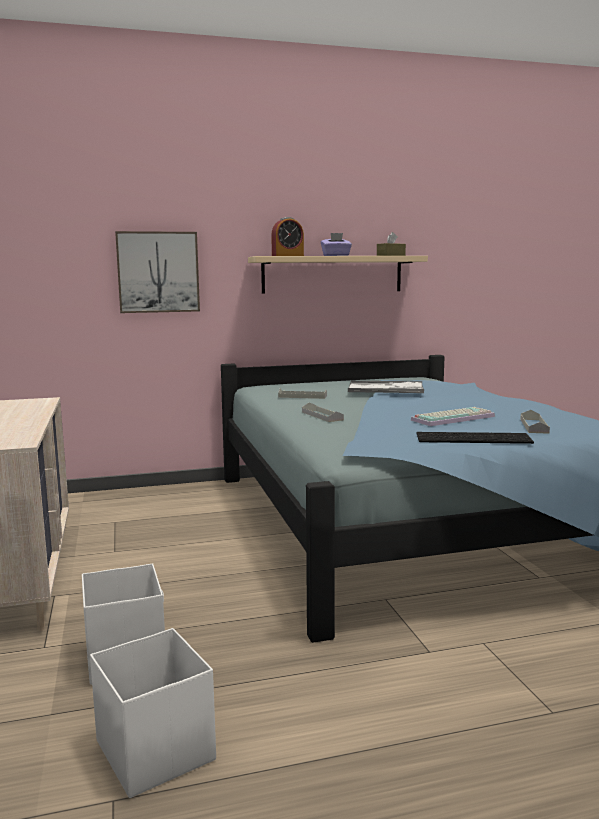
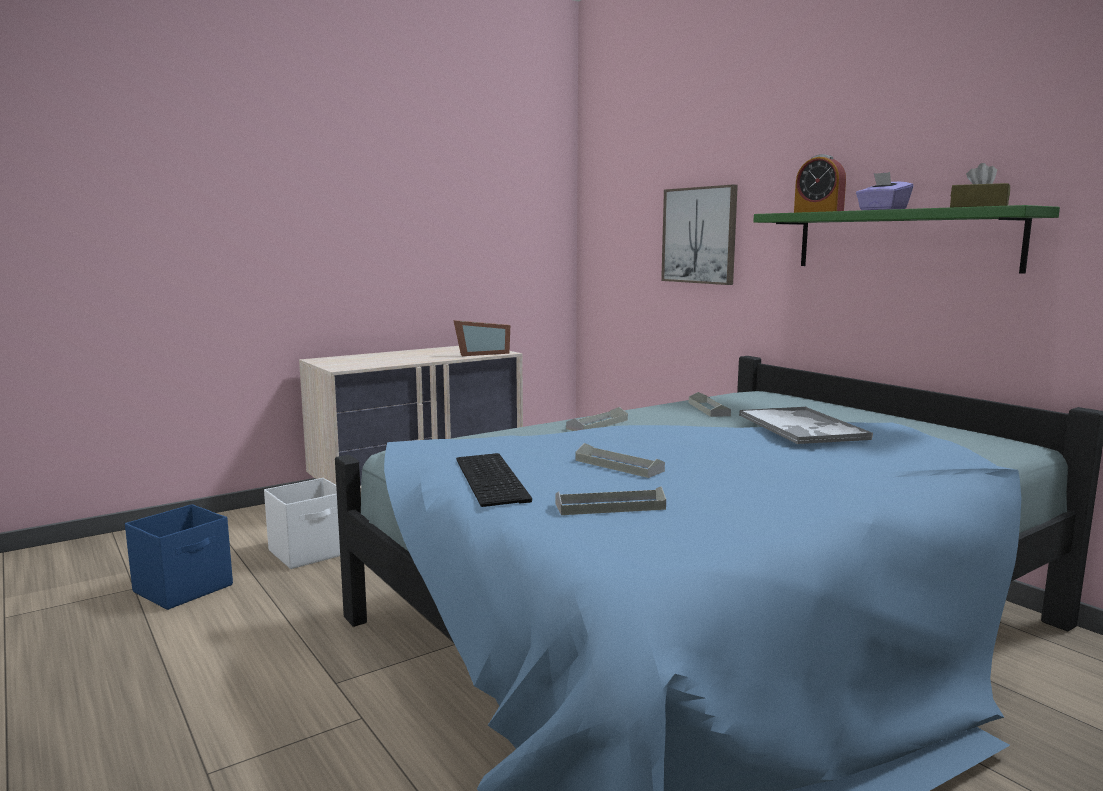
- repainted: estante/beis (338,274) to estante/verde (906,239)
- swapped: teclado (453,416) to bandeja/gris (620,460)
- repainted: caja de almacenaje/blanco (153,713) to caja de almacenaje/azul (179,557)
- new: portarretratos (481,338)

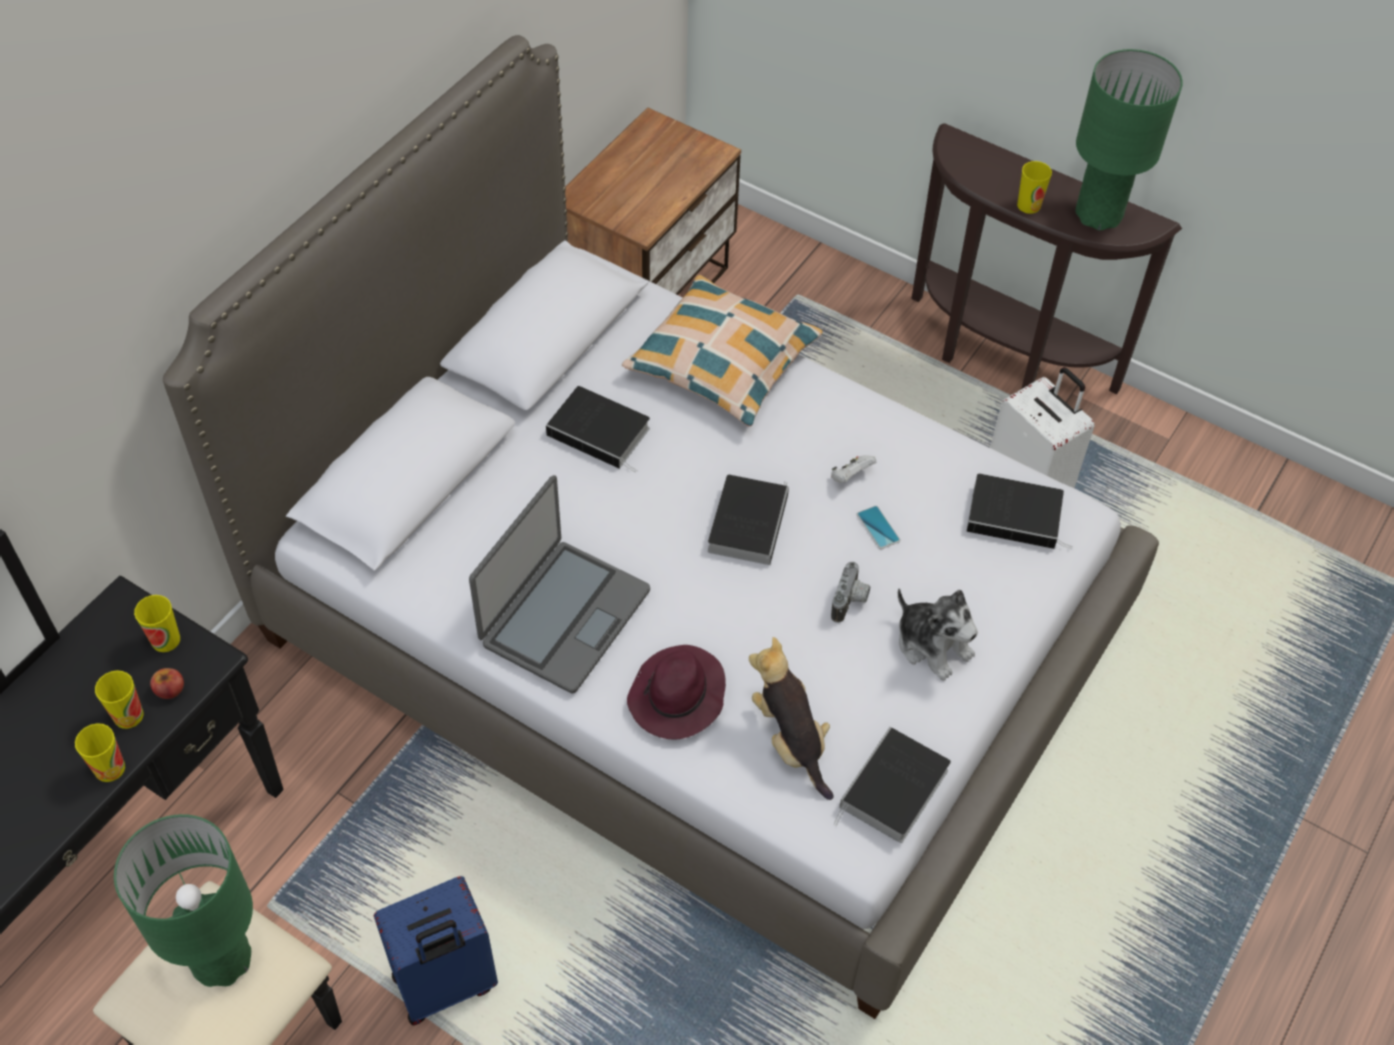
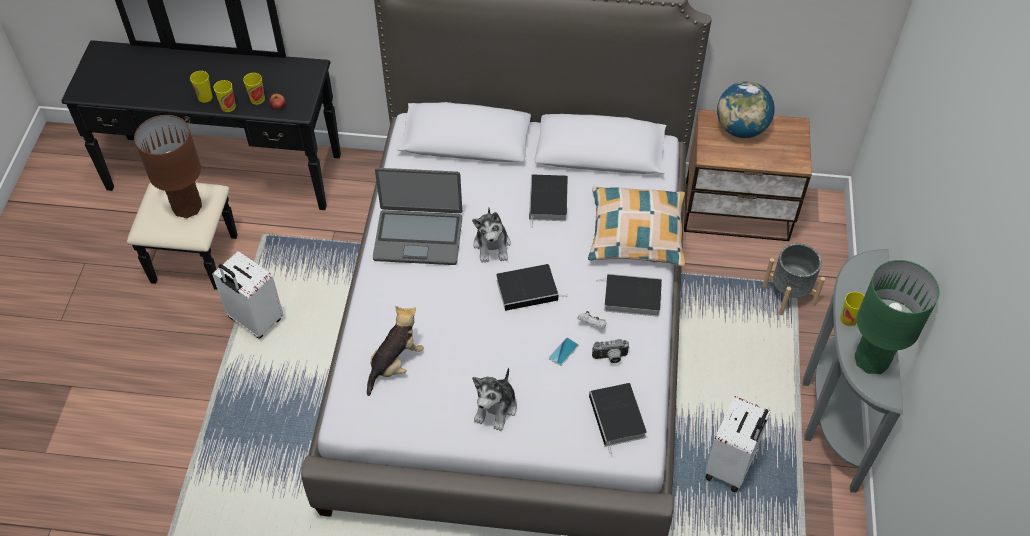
- repainted: mesa consola/marrón (1046,258) to mesa consola/gris (853,371)
- shifted: cámara (850,592) to (611,351)
- shifted: taza (157,623) to (201,87)
- gone: sombrero/morado (676,692)
- shifted: libro (892,785) to (629,295)
- repainted: lámpara de mesa/verde (183,900) to lámpara de mesa/marrón (168,166)
- repainted: maleta/azul (436,950) to maleta/blanco (248,295)
- new: globo terráqueo (746,109)
- new: peluche (491,235)
- new: maceta/gris (794,279)

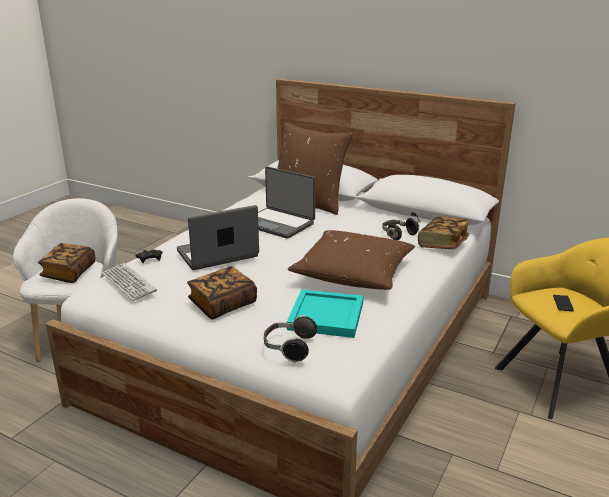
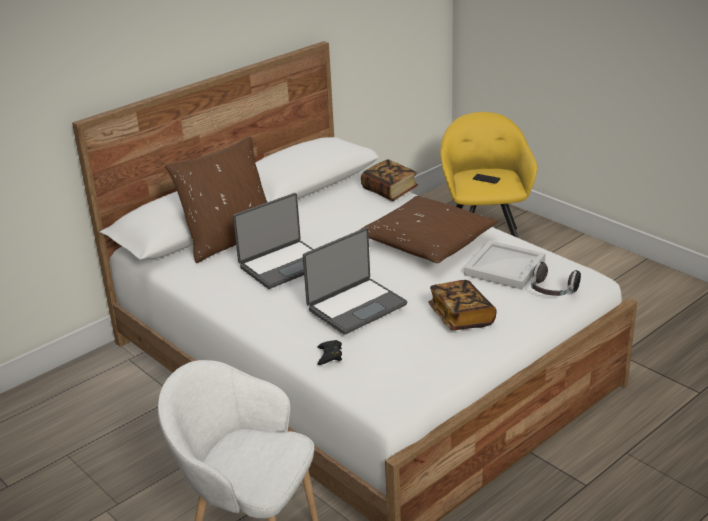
- rotated: portátil (218,237) = (355,281) 120 degrees counterclockwise
- gone: auriculares/negro (401,226)
- gone: libro (66,263)
- gone: teclado (129,282)
- repainted: bandeja/turquesa (325,313) to bandeja/blanco (505,265)

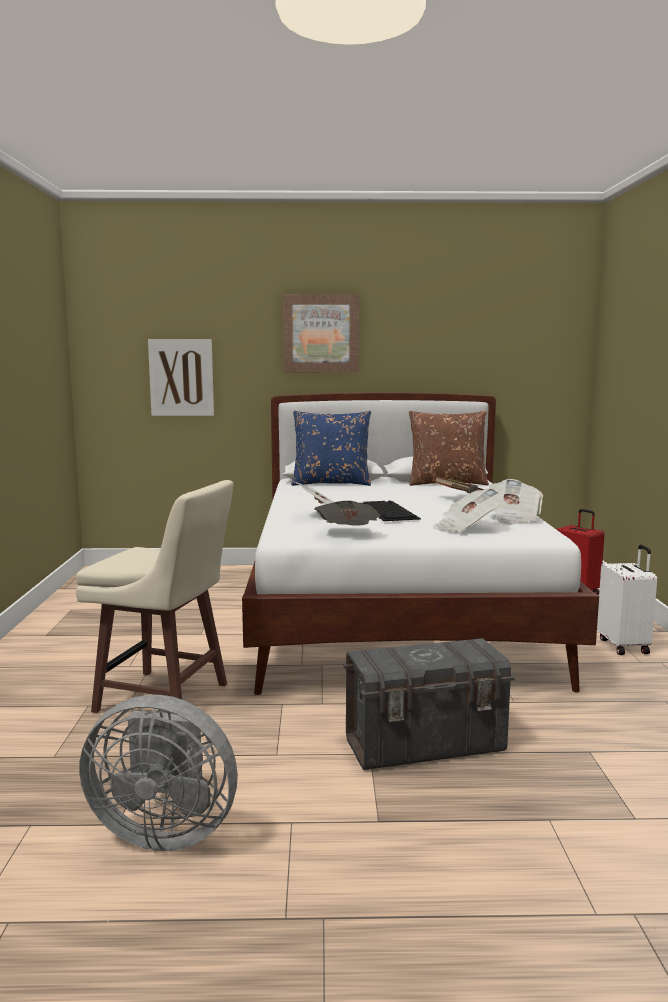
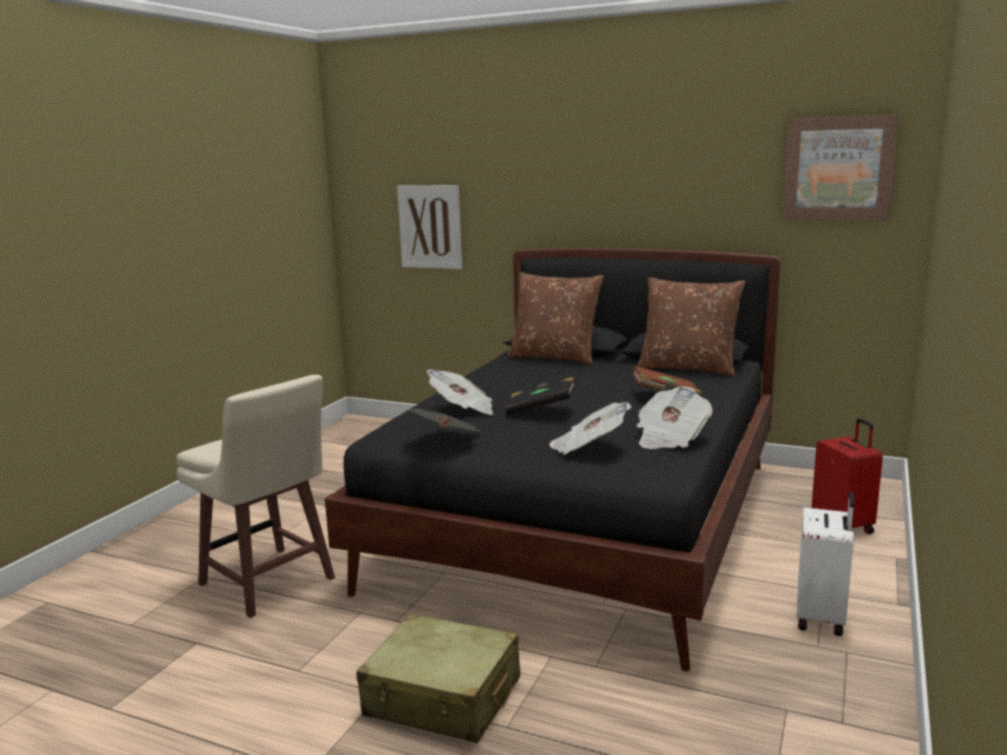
- shifted: cuadro (321,333) to (840,167)
- repainted: cama/blanco (420,543) to cama/negro (553,459)
- repainted: cojín/azul (331,448) to cojín/marrón (555,318)
- swapped: teclado (392,511) to libro/negro (540,396)
- swapped: caja de almacenaje/gris (428,704) to maleta/beis (438,678)
- gone: ventilador/gris (158,773)

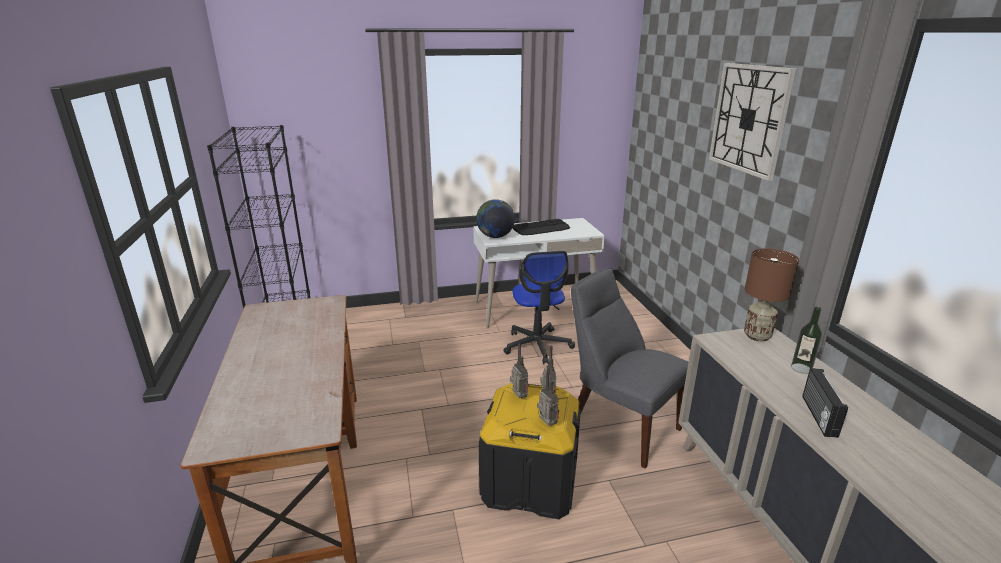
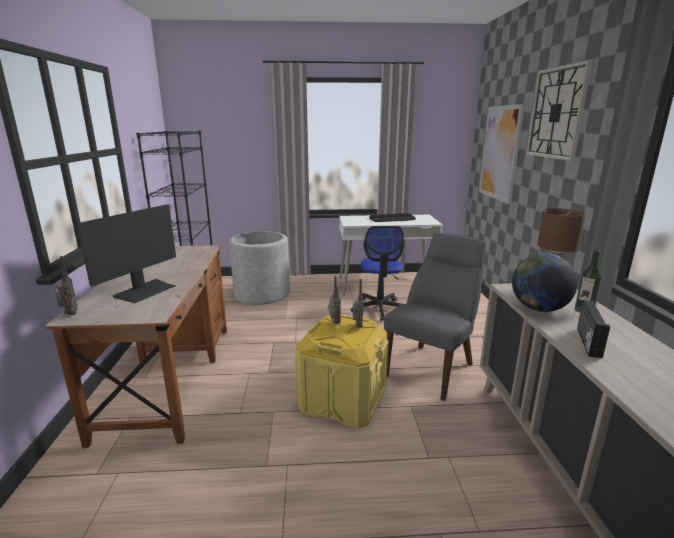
- shifted: globo terráqueo (495,218) to (545,282)
- rotated: silla/gris (629,368) = (435,317) 75 degrees clockwise
- shifted: radio (548,396) to (66,285)
- repainted: caja de almacenaje/negro (529,451) to caja de almacenaje/amarillo (341,371)
- new: cuadro (502,154)
- new: monitor (126,254)
- new: maceta/gris (259,268)

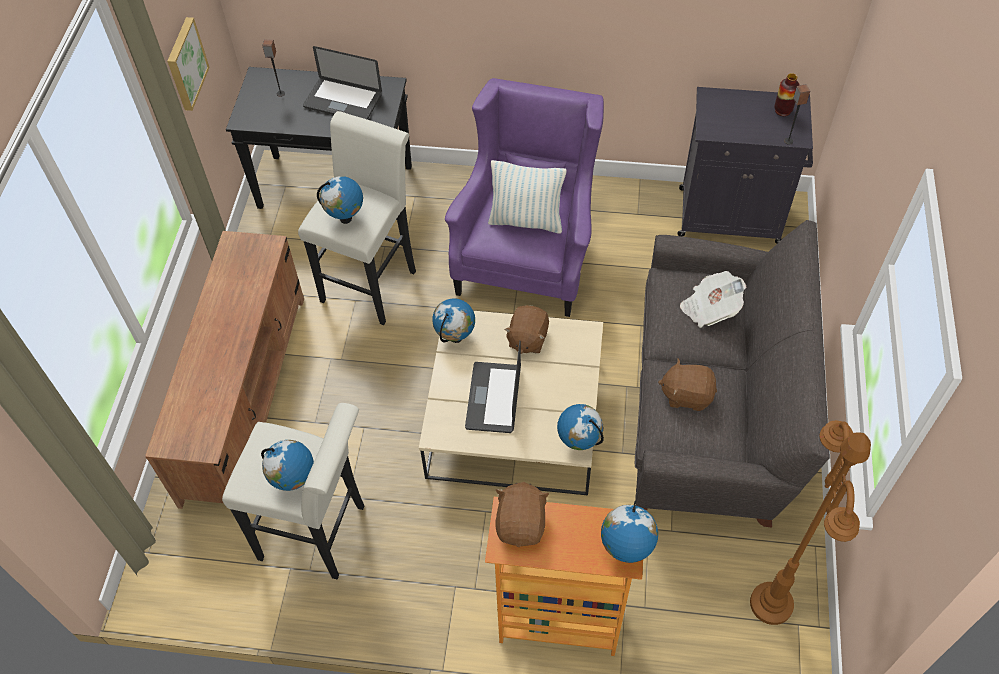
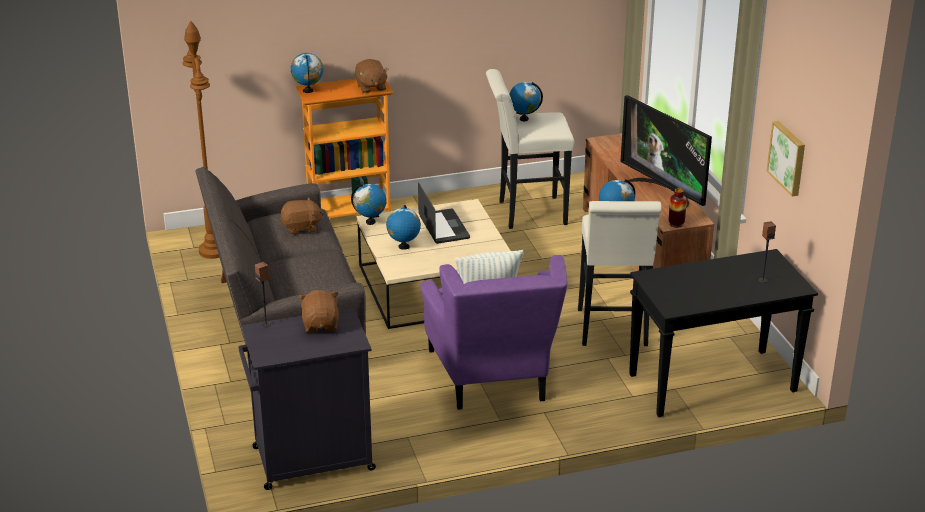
- gone: portátil (342,83)
- shifted: florero (787,94) to (678,208)
- gone: periódico (713,299)
- shifted: globo terráqueo (453,320) to (403,227)
- shifted: peluche/marrón (526,329) to (319,311)
- new: televisor (666,151)

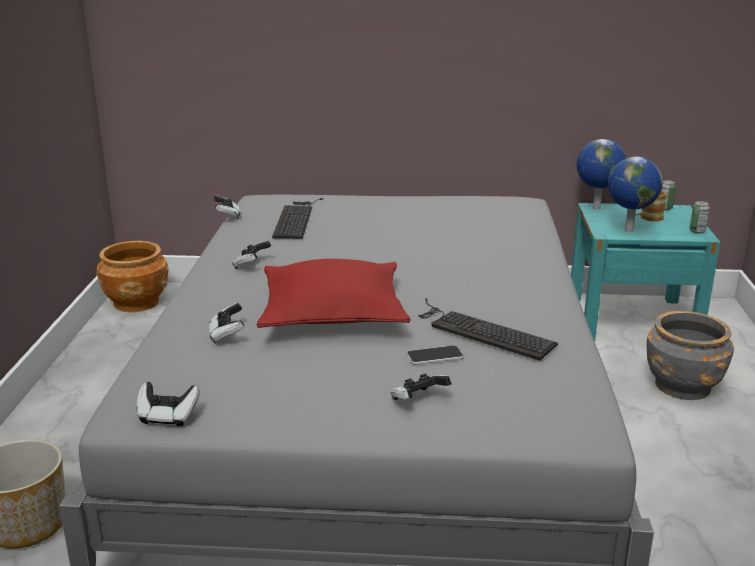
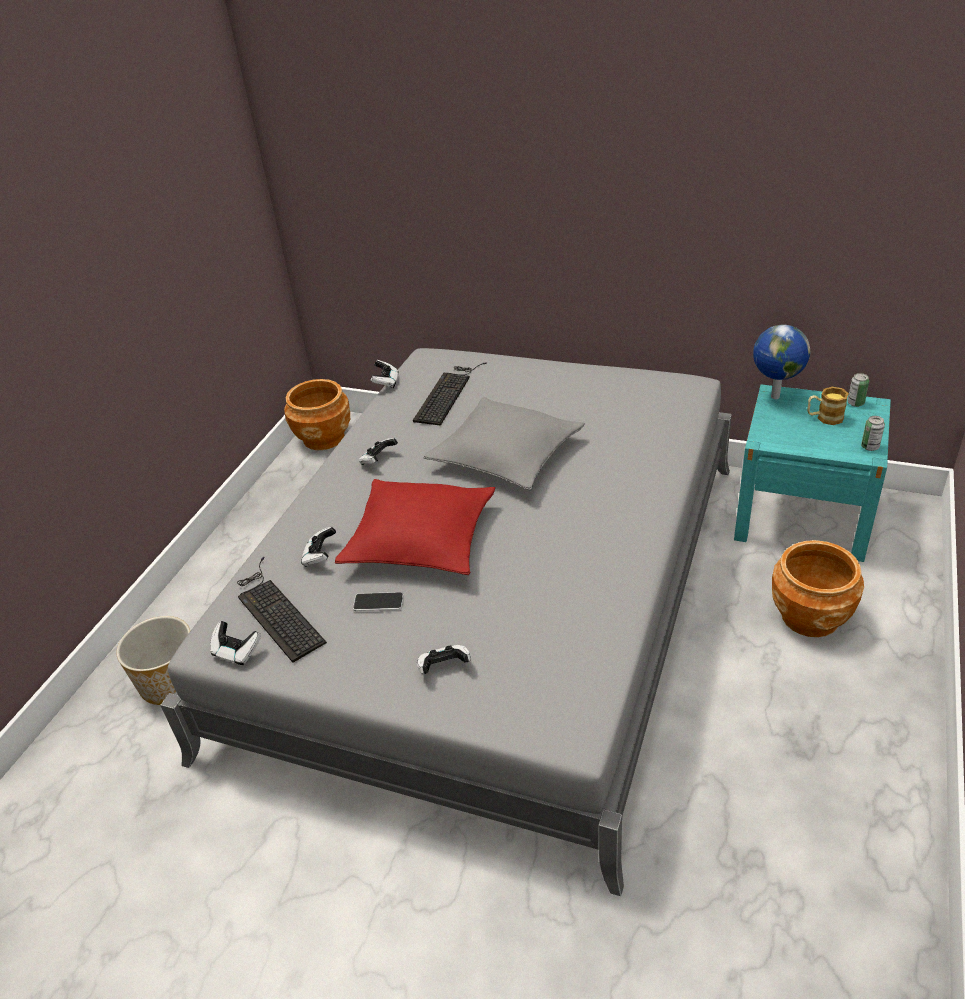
- gone: globo terráqueo (635,194)
- shifted: teclado (488,329) to (282,610)
- repainted: maceta/gris (690,355) to maceta/marrón (818,588)
- shifted: móvil (434,355) to (378,601)
- new: cojín/gris (504,444)

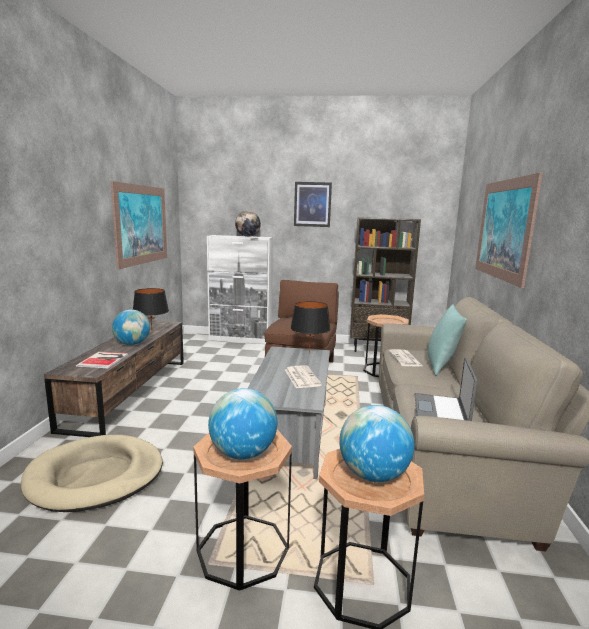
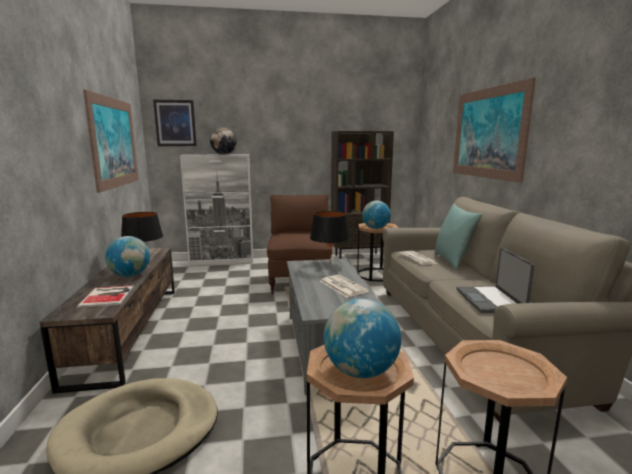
- shifted: cuadro (313,204) to (175,123)
- shifted: globo terráqueo (376,443) to (376,215)

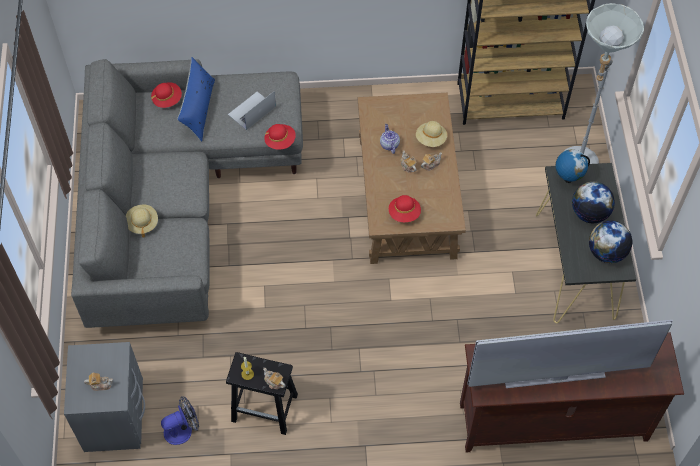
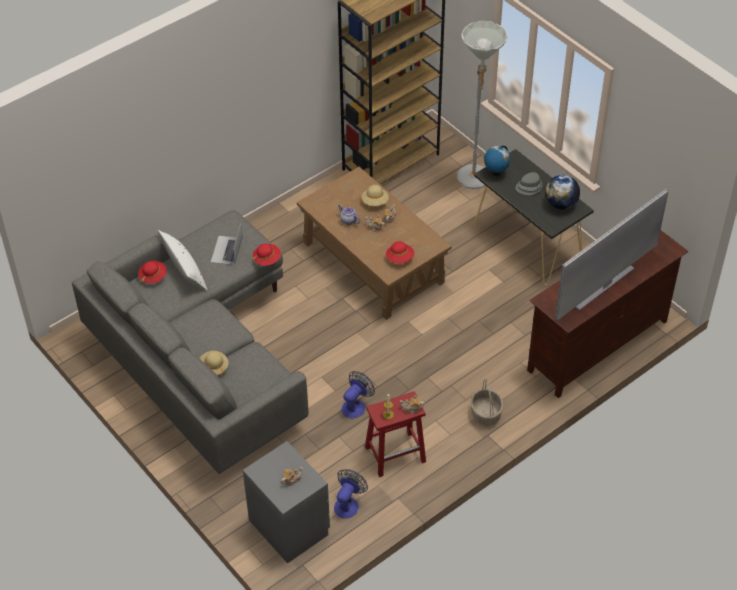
- repainted: cojín/azul (196,99) to cojín/blanco (183,260)
- swapped: globo terráqueo (593,202) to sombrero/gris (529,183)
- repainted: taburete/negro (262,393) to taburete/rojo (395,434)
- new: ventilador (358,394)
- new: cesta (487,402)

